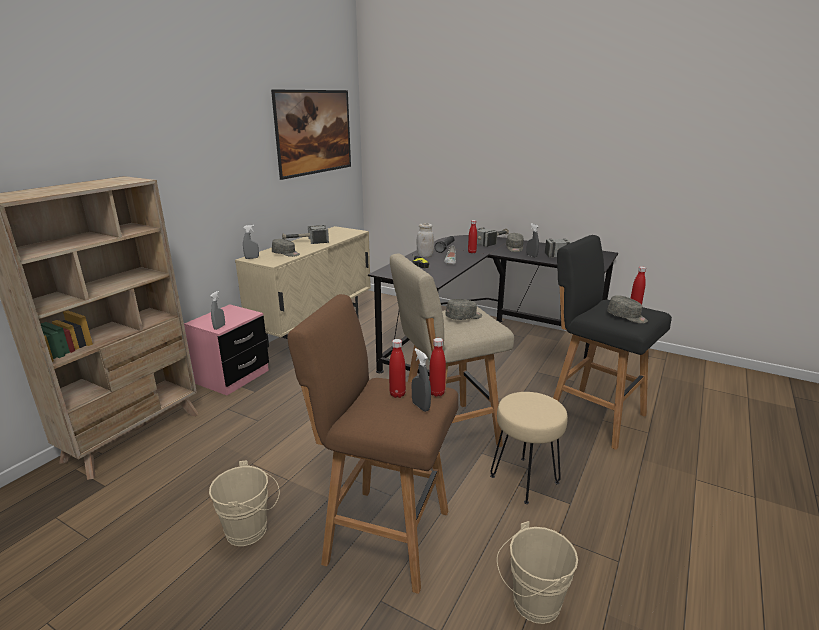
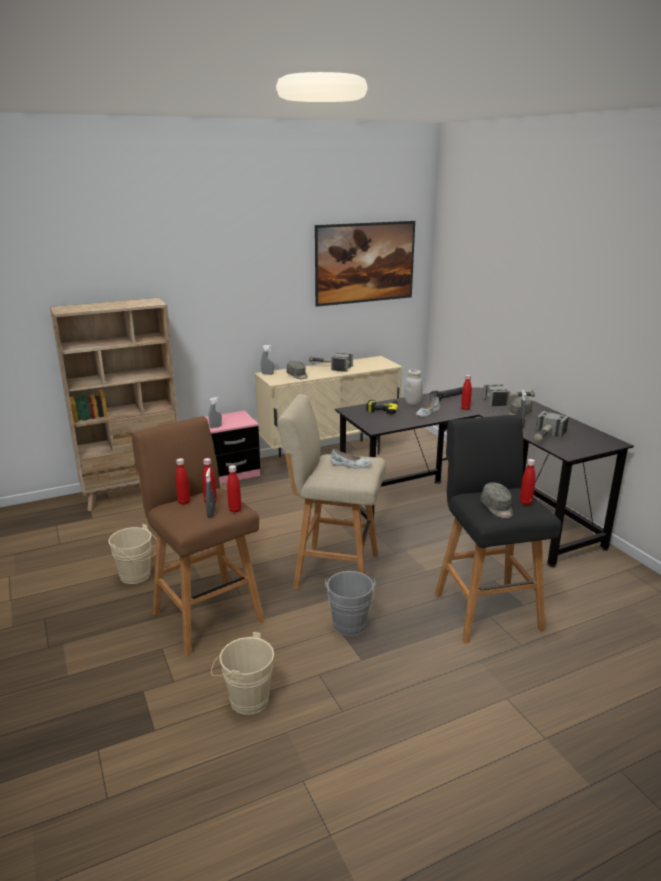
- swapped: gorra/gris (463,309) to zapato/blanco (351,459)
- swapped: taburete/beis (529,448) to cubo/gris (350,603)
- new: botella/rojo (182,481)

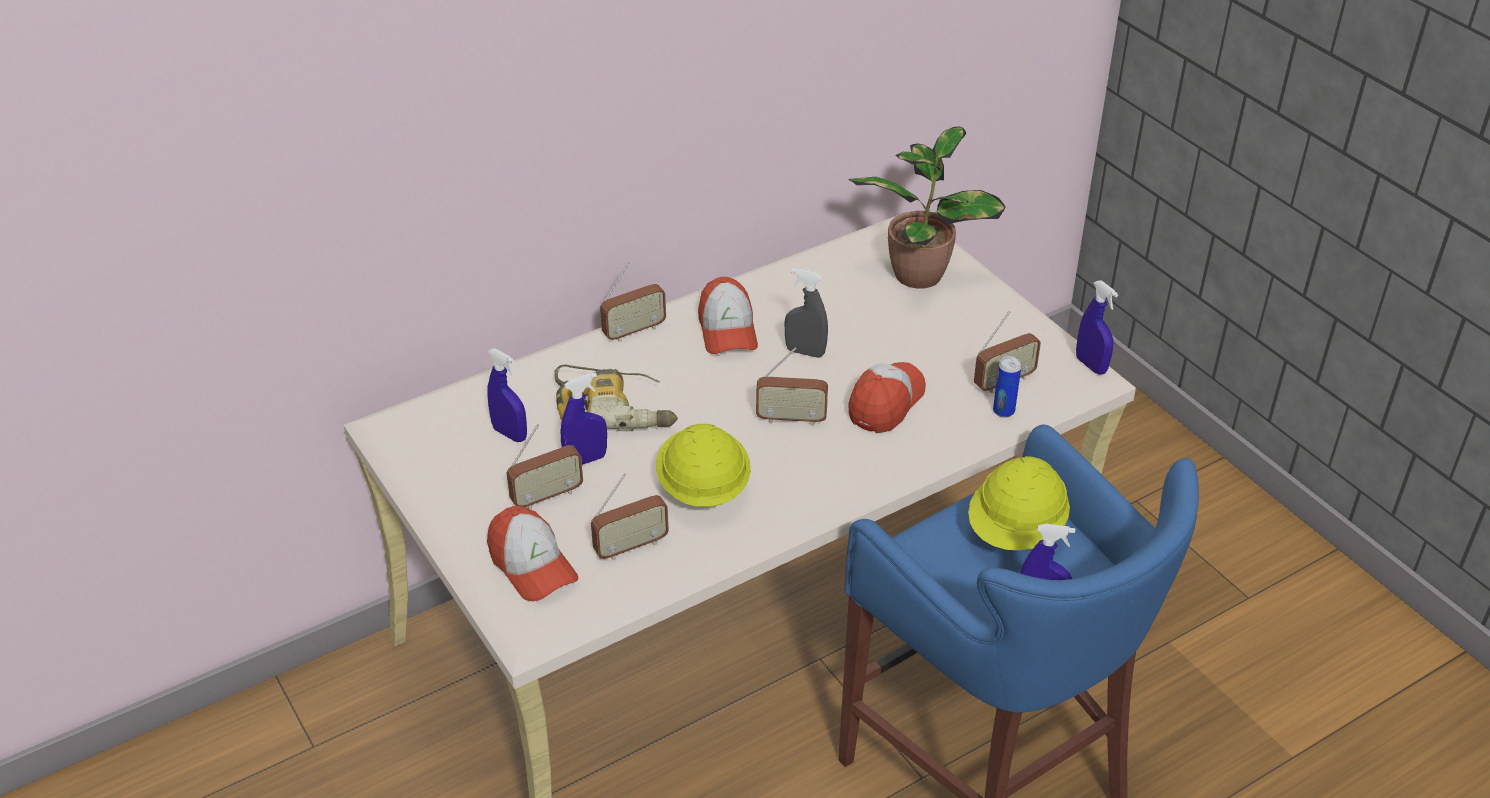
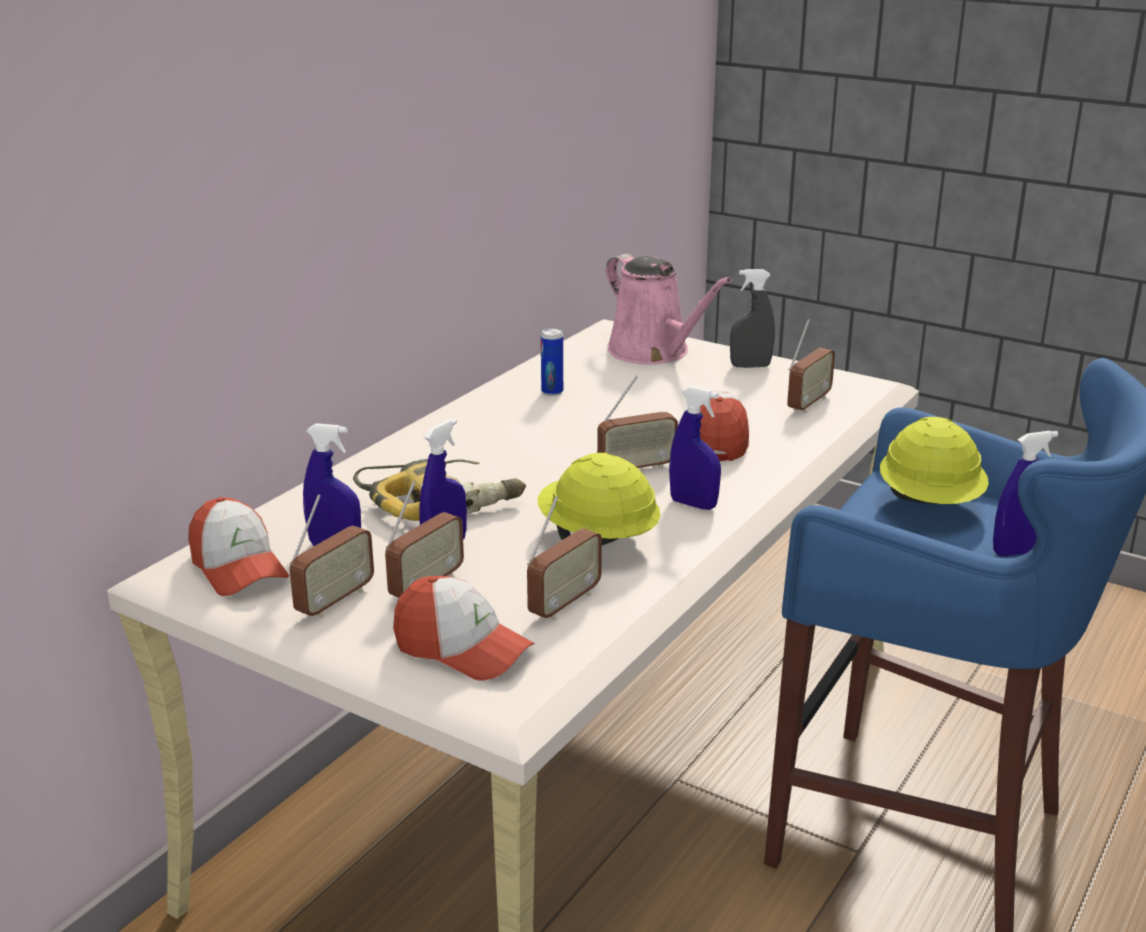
- swapped: planta en maceta (927,207) to regadera/rosa (669,309)
- shifted: radio (633,302) to (331,556)
- shifted: pulverizador/gris (806,313) to (752,318)
- shifted: gorra (728,315) to (238,546)
- shifted: pulverizador/azul (1097,327) to (695,448)
- shifted: lata (1007,387) to (552,362)

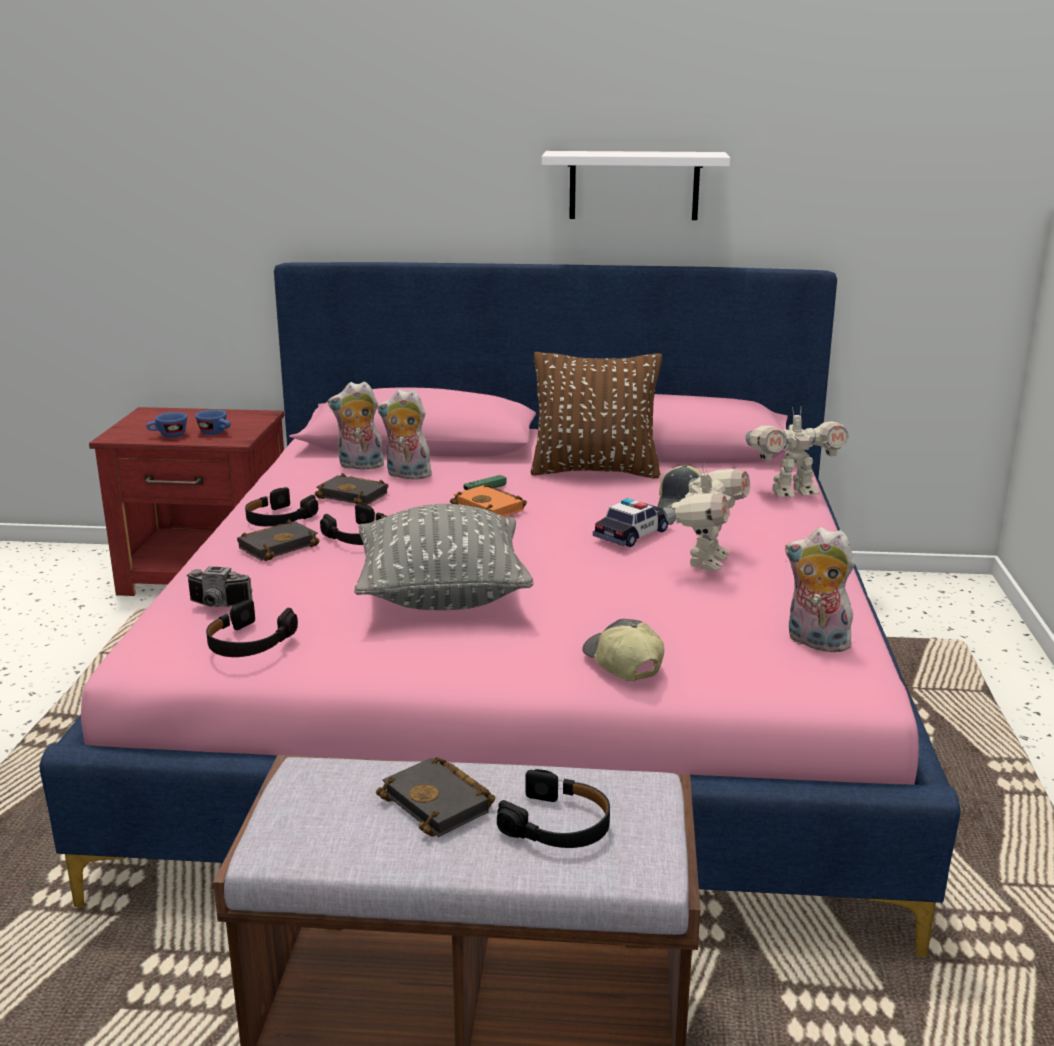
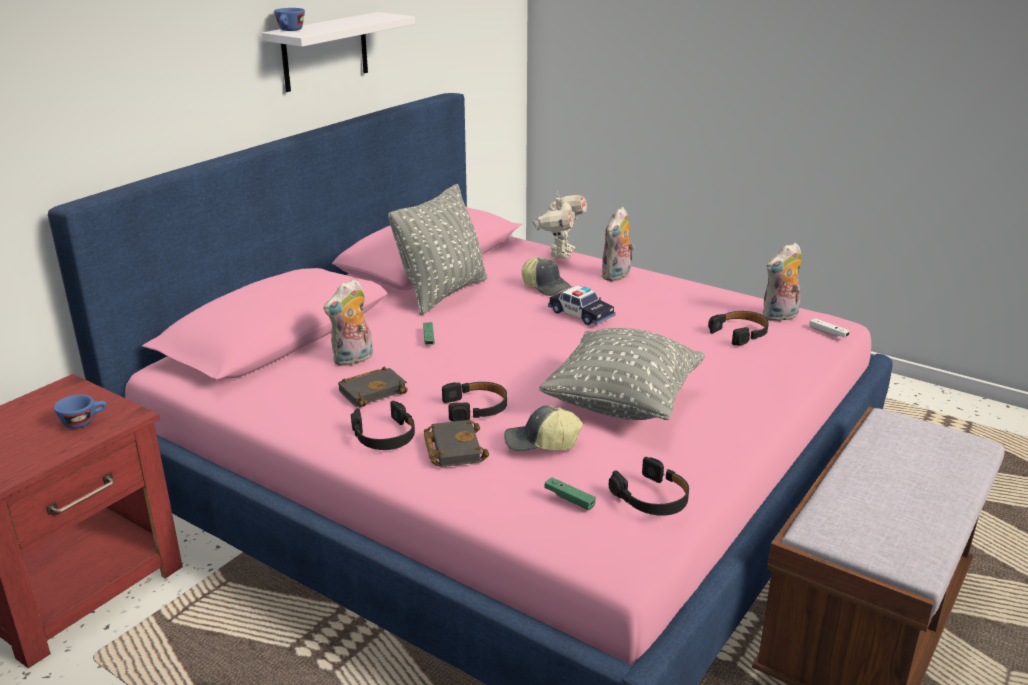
- repainted: cojín/marrón (596,415) to cojín/gris (437,249)
- shifted: peluche (357,425) to (618,244)
- shifted: taza/azul (166,425) to (289,19)
- gone: robot de juguete (706,516)
- gone: libro/naranja (488,500)
- rotated: coche de juguete (633,522) = (581,305) 150 degrees clockwise
- swapped: cámara (219,586) to mando de consola/verde (570,493)
- shifted: gorra (623,650) to (543,428)
- gone: libro/negro (435,797)
- shifted: auriculares/negro (553,808) to (738,328)
- new: mando de consola/blanco (829,328)

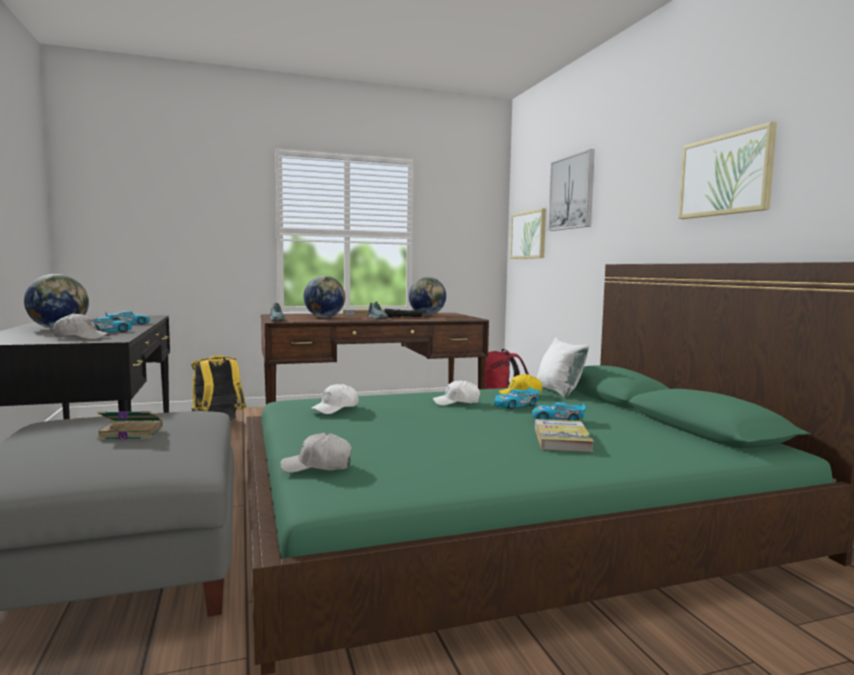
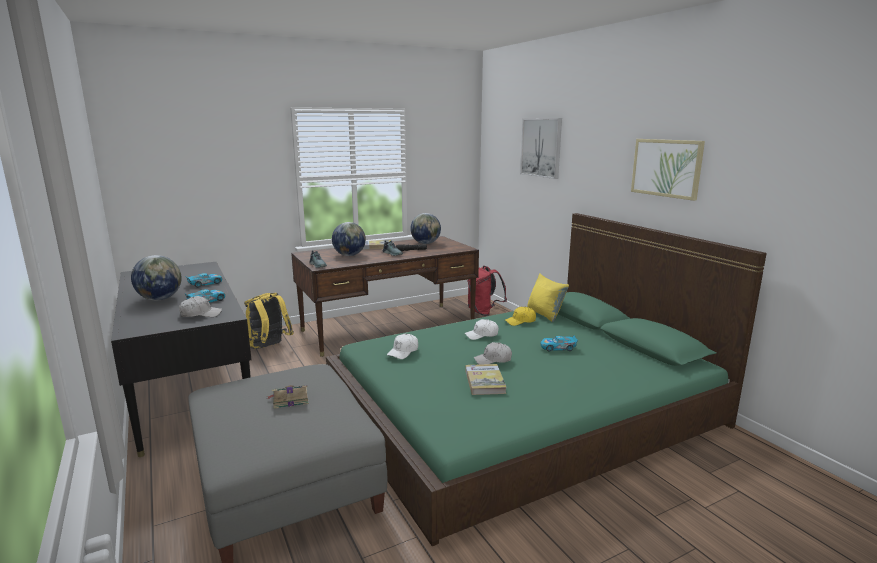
- gone: cuadro (528,233)
- repainted: cojín/blanco (563,367) to cojín/amarillo (548,297)
- gone: coche de juguete (517,398)
- shifted: libro (564,435) to (486,379)
- shifted: gorra/blanco (316,453) to (493,353)

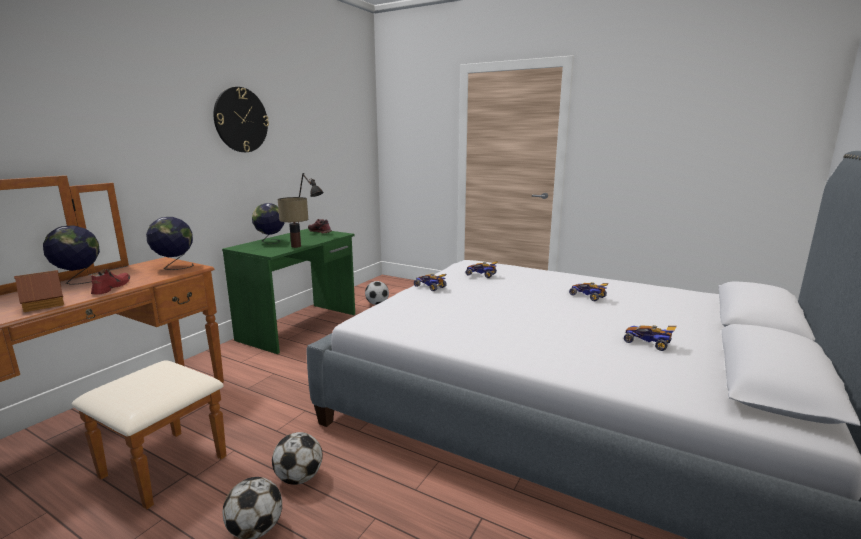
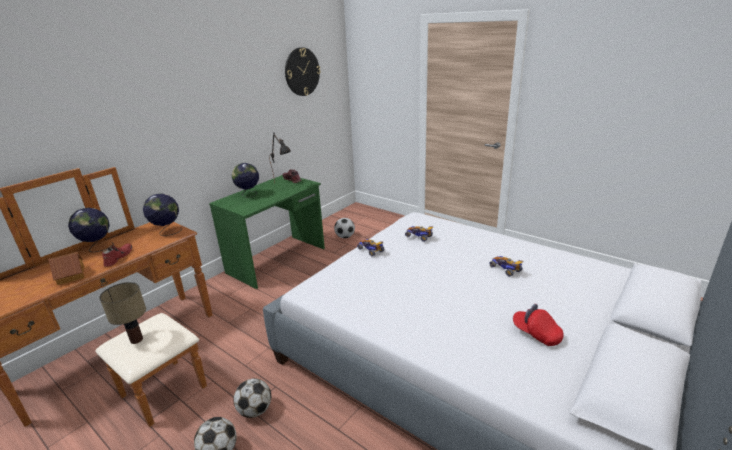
- shifted: reloj de pared (241,119) to (303,71)
- shifted: lámpara de mesa (293,222) to (123,313)
- swapped: coche de juguete (650,338) to gorra/rojo (538,325)

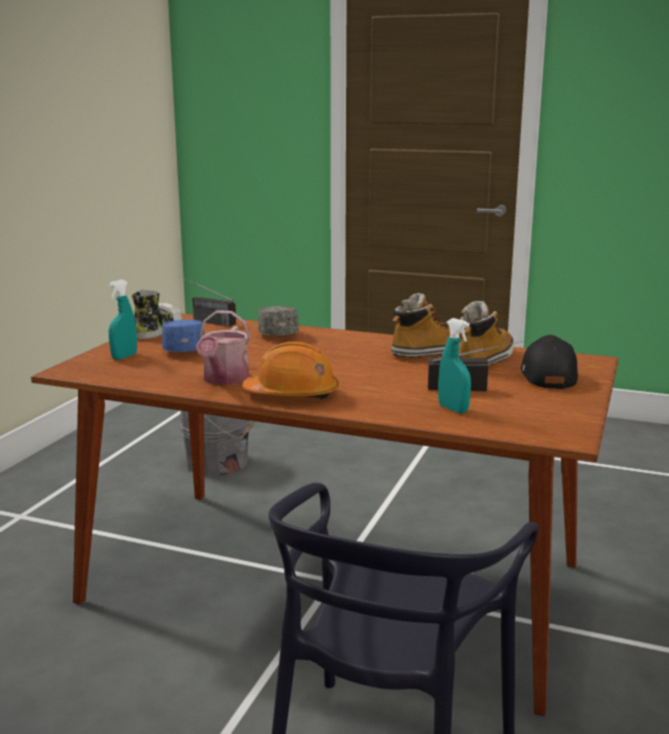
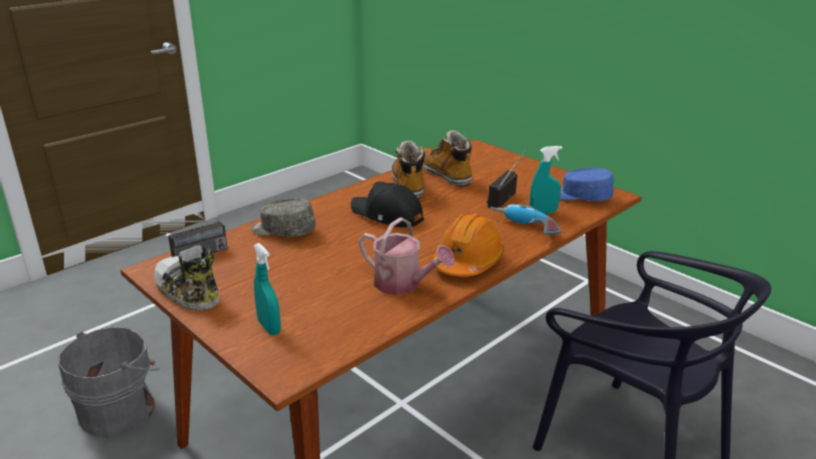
- shifted: gorra/azul (183,336) to (587,184)
- shifted: gorra/negro (549,362) to (387,204)
- new: taladro (526,219)

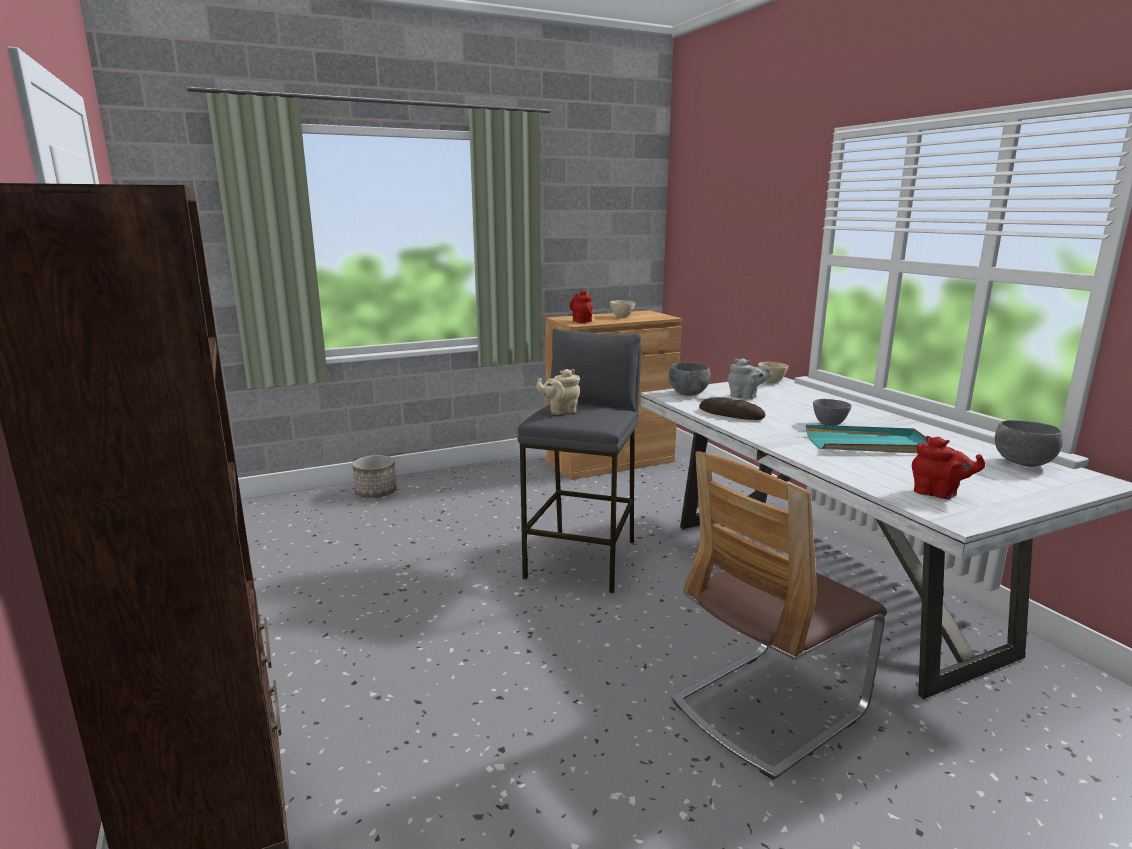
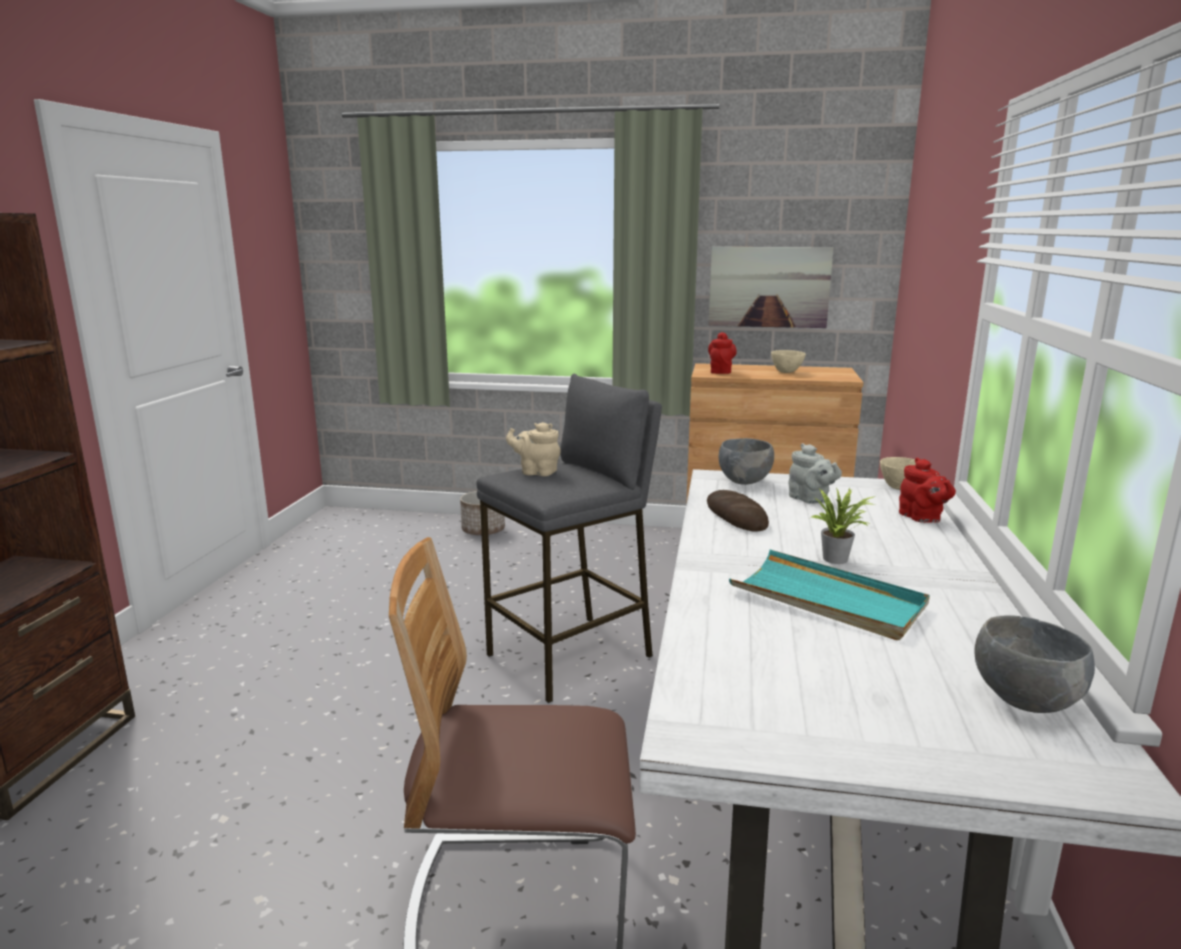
- swapped: cuenco/gris (832,412) to planta en maceta (843,526)
- shifted: tetera/rojo (948,467) to (927,490)
- new: cuadro (771,287)

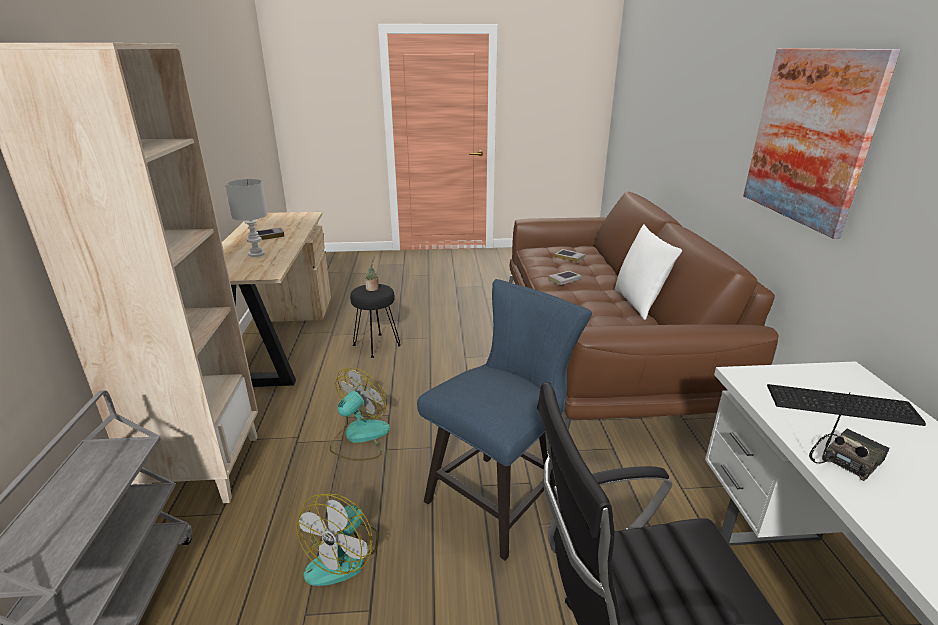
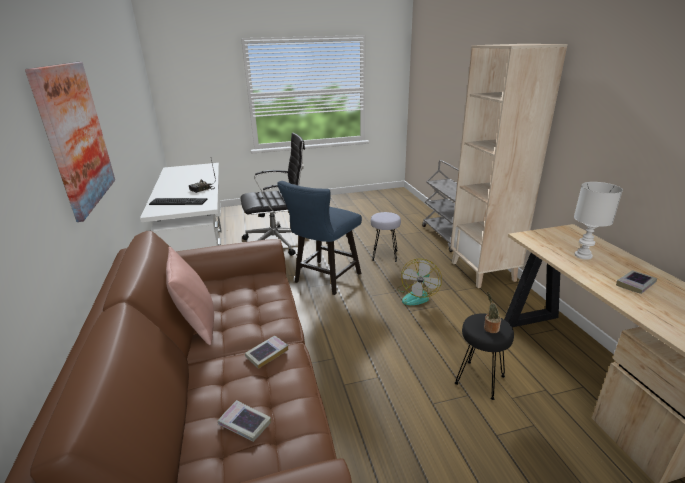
- repainted: cojín/blanco (648,272) to cojín/rosa (190,296)
- swapped: ventilador (338,539) to taburete/gris (386,237)

